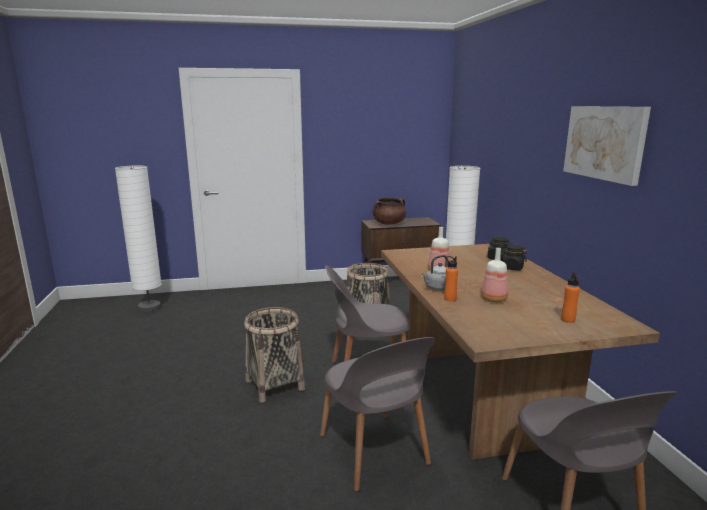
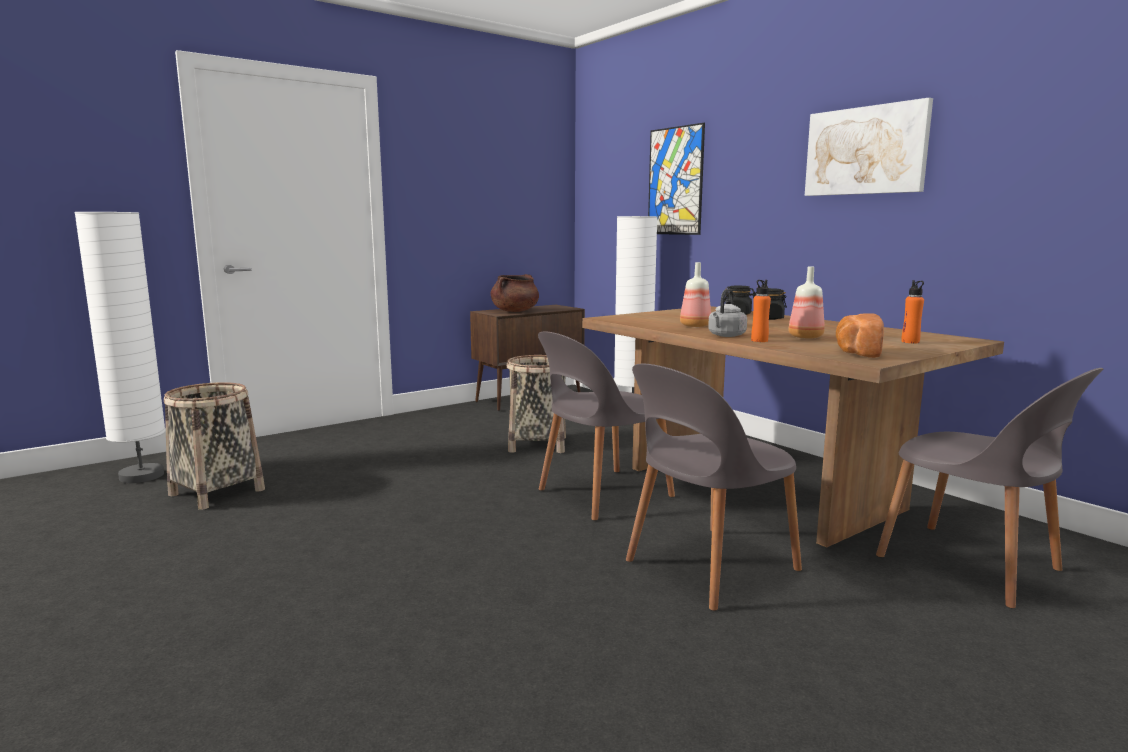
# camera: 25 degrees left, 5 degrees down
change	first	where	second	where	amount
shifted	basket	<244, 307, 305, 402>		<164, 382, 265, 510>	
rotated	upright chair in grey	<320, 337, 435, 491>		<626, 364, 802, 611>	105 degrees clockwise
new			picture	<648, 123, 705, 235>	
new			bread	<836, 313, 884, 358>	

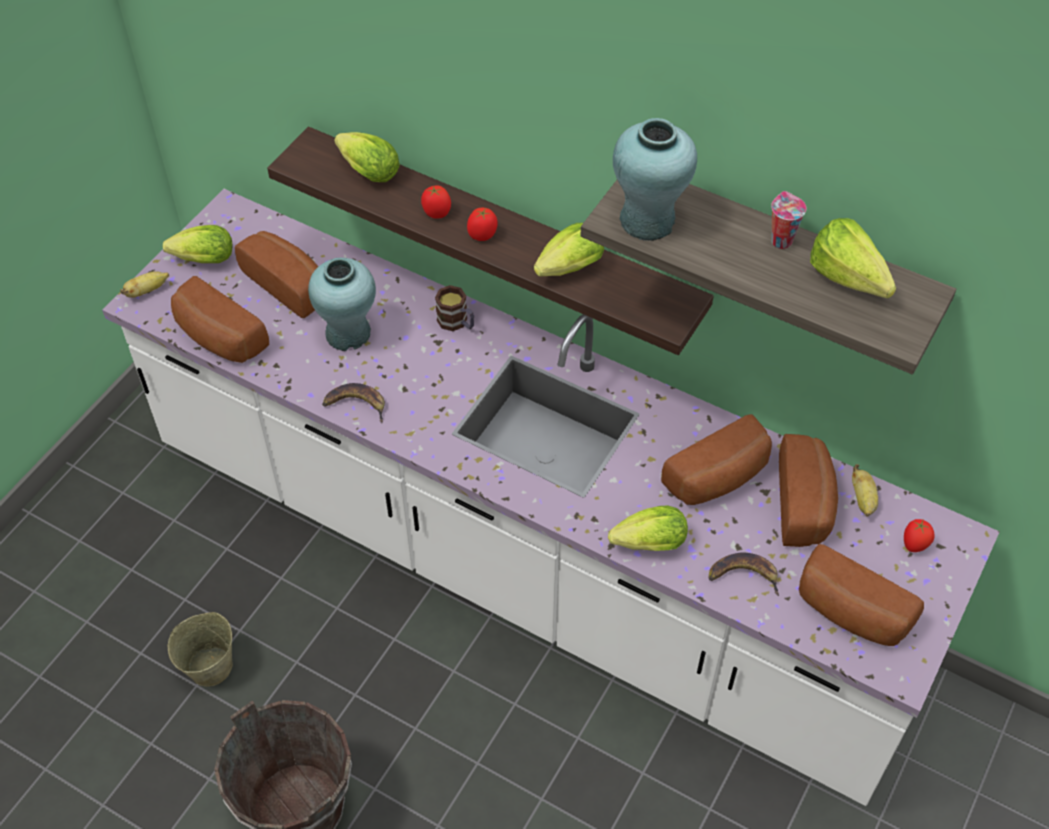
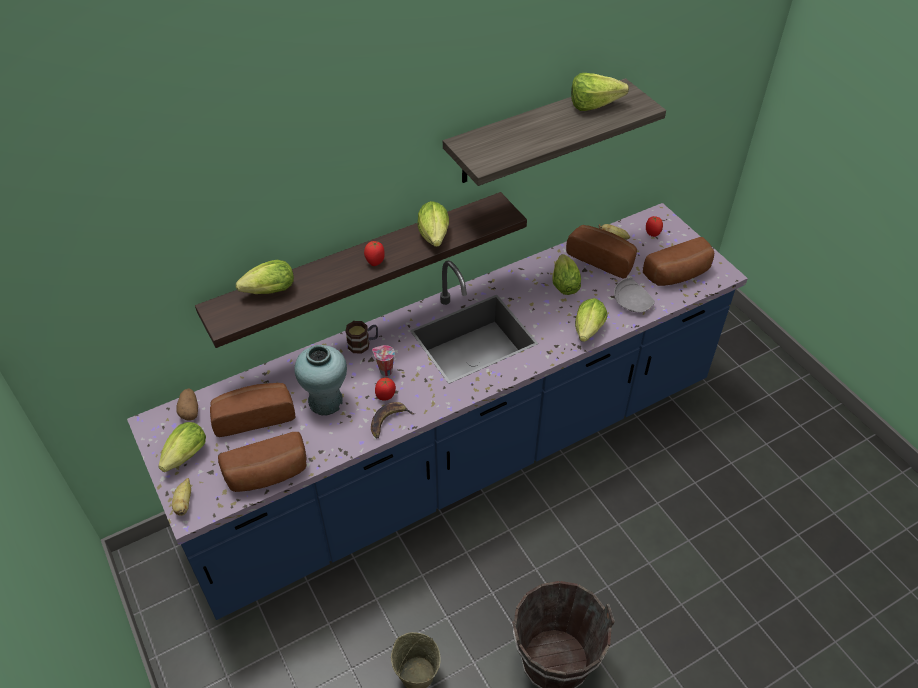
# camera: 60 degrees left, 5 degrees down
change	first	where	second	where	amount
repainted	kitchen base unit in white-coloured	<102, 189, 1000, 806>	kitchen base unit in bluish	<127, 203, 748, 620>	
new			potato	<176, 388, 198, 421>	
shifted	drinking cup	<771, 191, 807, 249>		<372, 345, 395, 376>	
shifted	fresh tomato	<421, 185, 451, 219>		<375, 378, 396, 401>	
swapped	bread	<661, 414, 772, 505>	lettuce	<552, 254, 581, 295>	
swapped	whole banana	<708, 552, 779, 596>	dinner plate in grey	<614, 277, 655, 313>	
gone	vase in blue-green	<613, 118, 697, 241>			

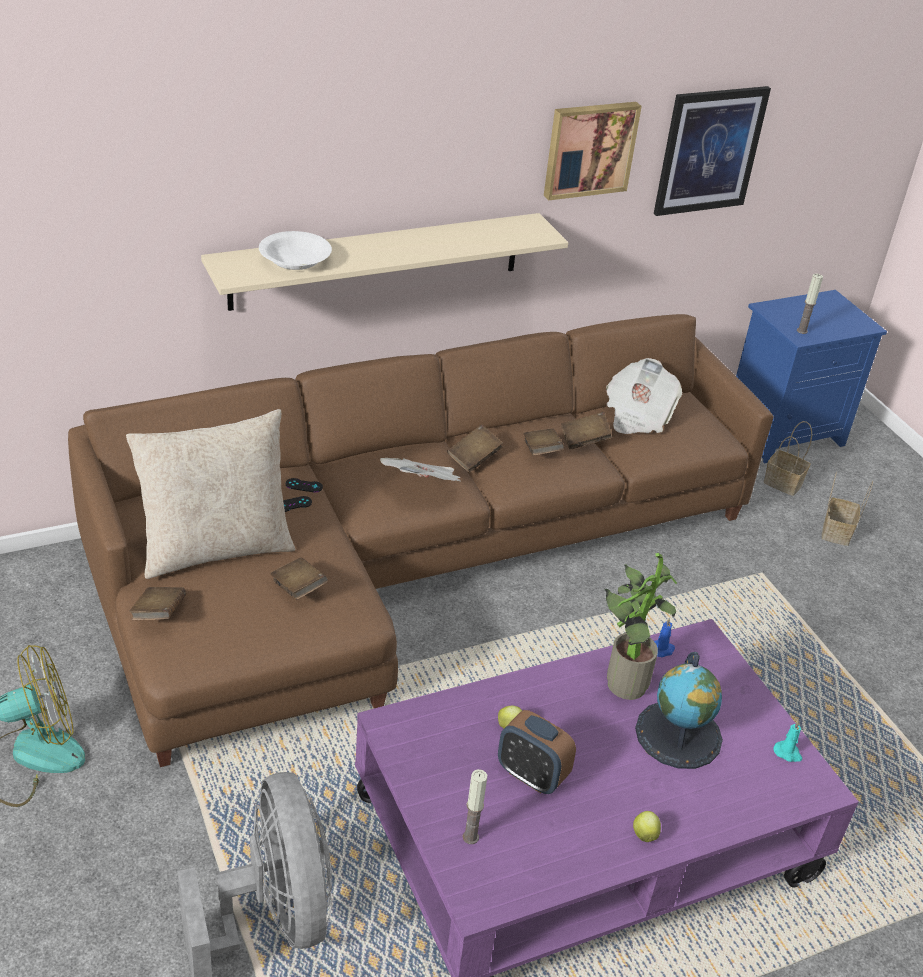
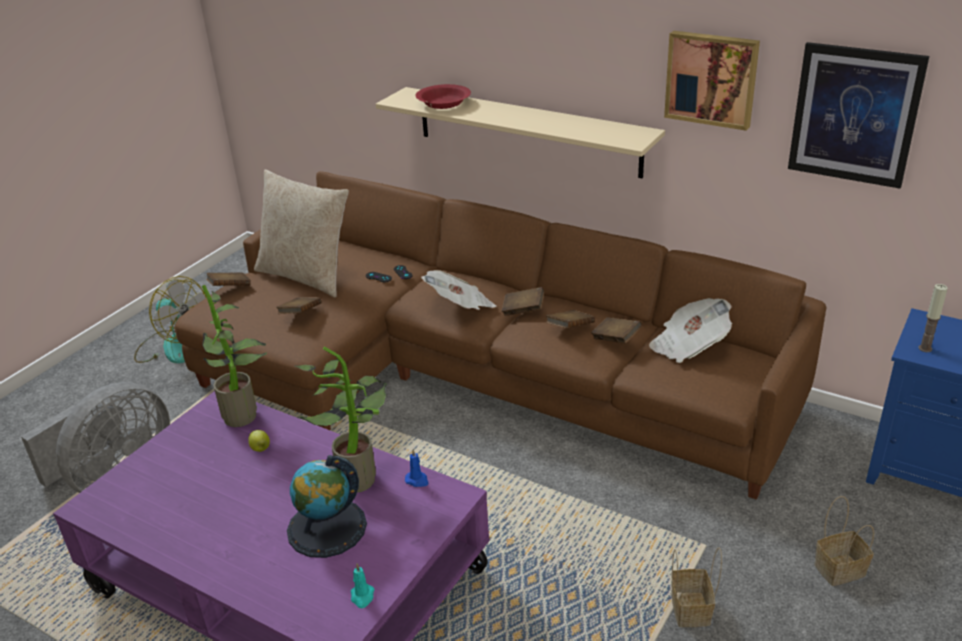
# camera: 60 degrees right, 5 degrees down
change	first	where	second	where	amount
new			plant in a pot	<202, 285, 267, 427>	
repainted	deep dish in white-coloured	<259, 231, 332, 270>	deep dish in red	<415, 84, 471, 109>	
shifted	basket	<764, 421, 812, 496>		<671, 547, 722, 627>	
gone	candle	<462, 769, 487, 844>			
gone	bedside clock	<498, 710, 576, 794>			
gone	apple	<633, 811, 661, 842>			

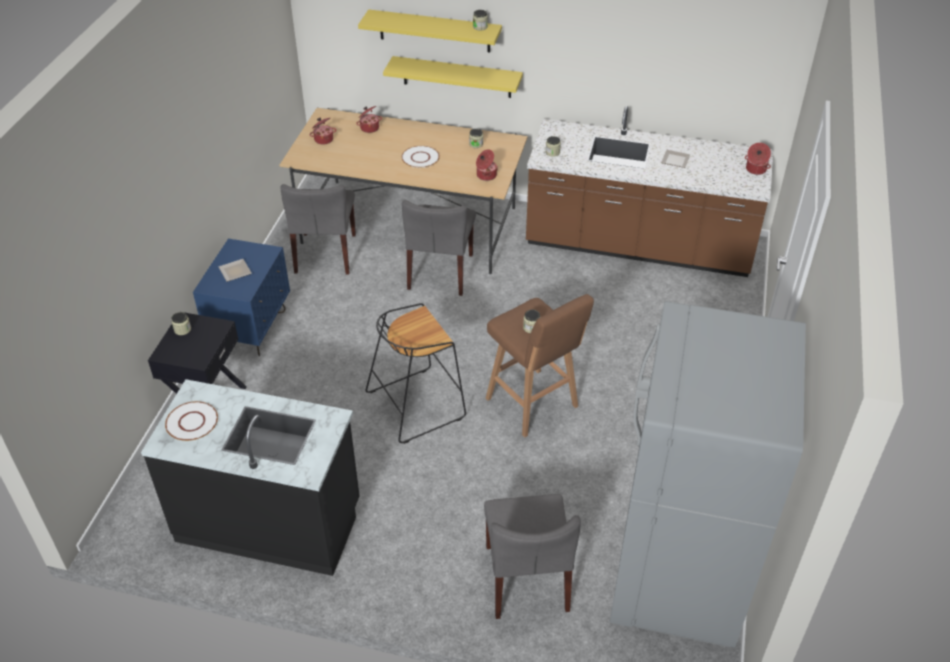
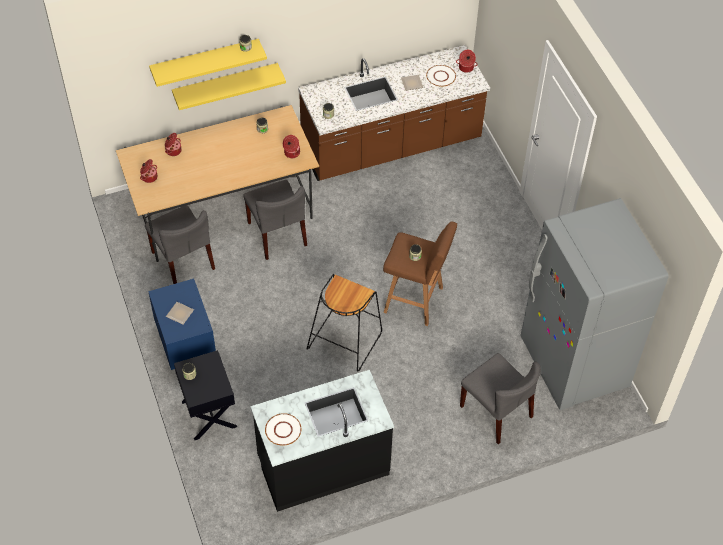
# camera: 35 degrees left, 10 degrees up
change	first	where	second	where	amount
shifted	dinner plate in white-coloured	<401, 146, 440, 168>		<426, 65, 456, 86>	

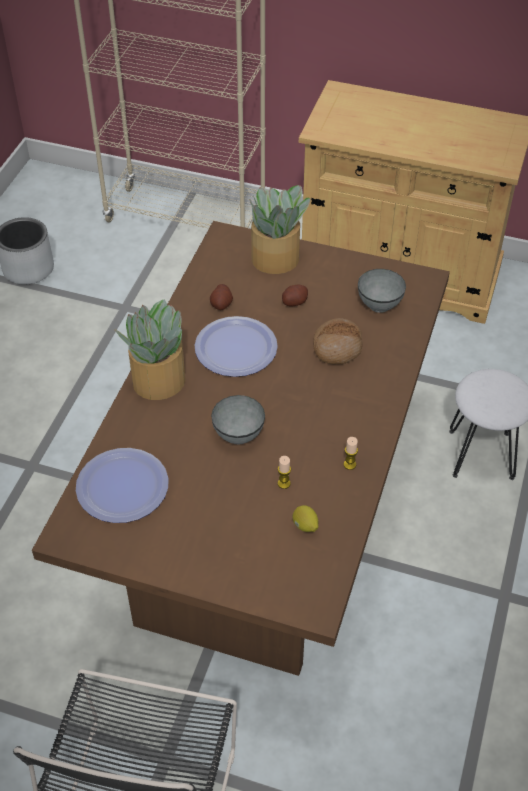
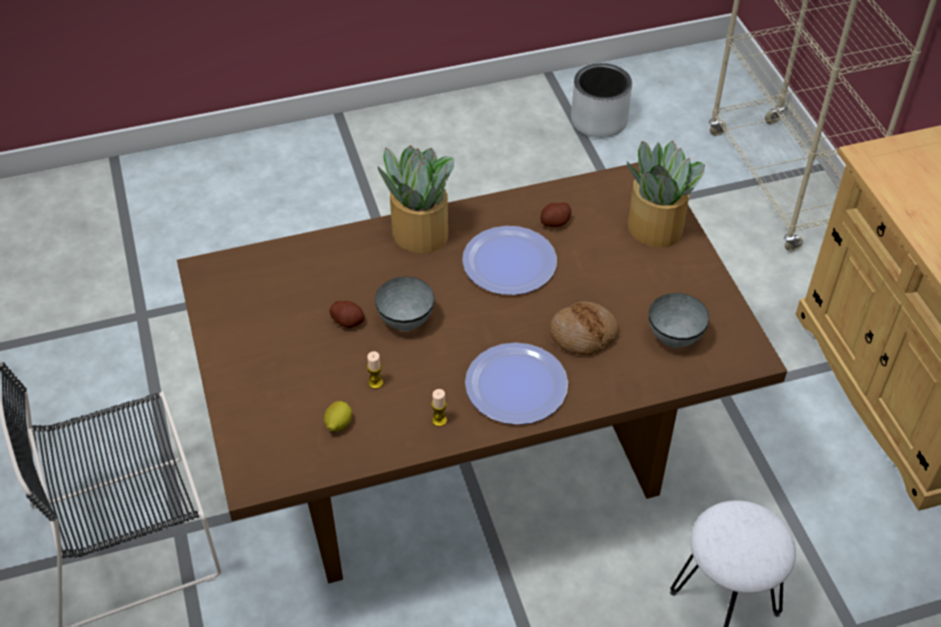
# camera: 55 degrees right, 0 degrees up
change	first	where	second	where	amount
shifted	potato	<282, 285, 308, 306>		<329, 301, 365, 328>	
shifted	dinner plate	<76, 448, 168, 523>		<465, 343, 568, 425>	

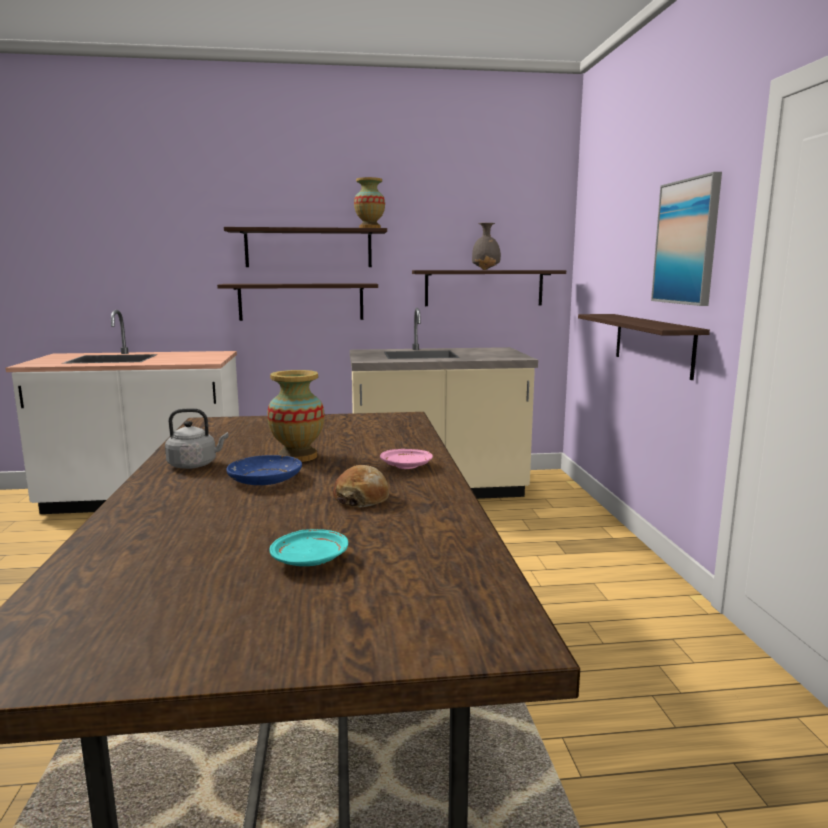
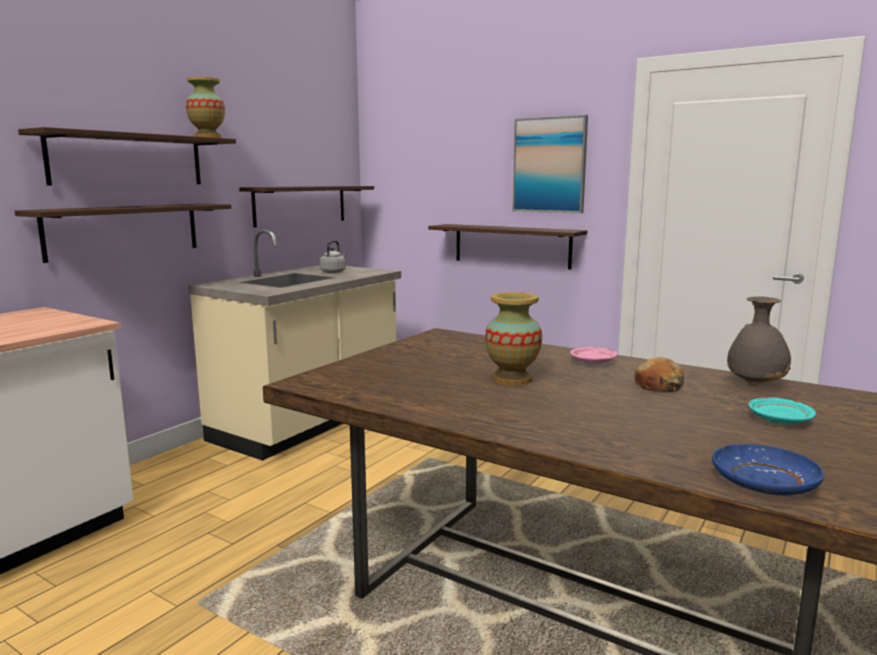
# camera: 50 degrees left, 0 degrees up
change	first	where	second	where	amount
shifted	tea kettle in grey	<165, 408, 228, 469>		<320, 240, 346, 273>	
shifted	dinner plate in bluish	<226, 455, 302, 485>		<712, 444, 824, 495>	
shifted	vase in grey	<472, 223, 501, 270>		<727, 296, 791, 386>	

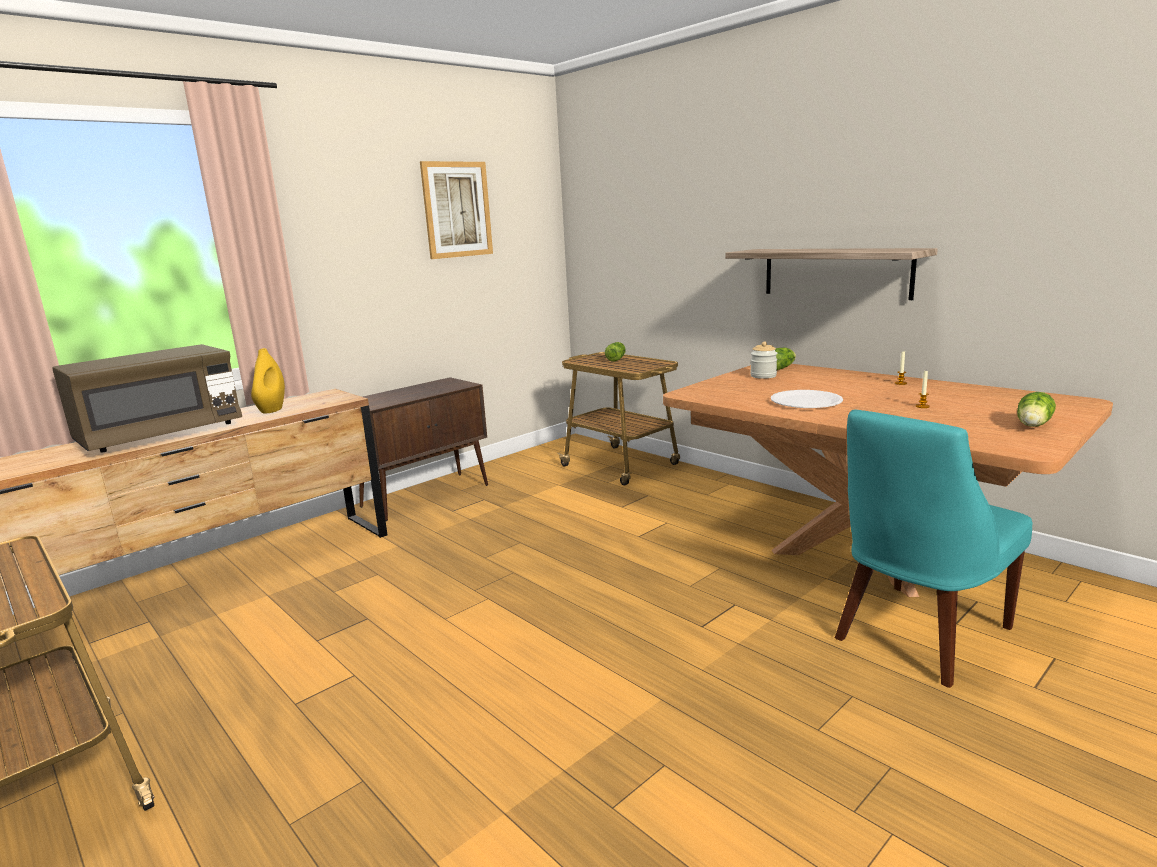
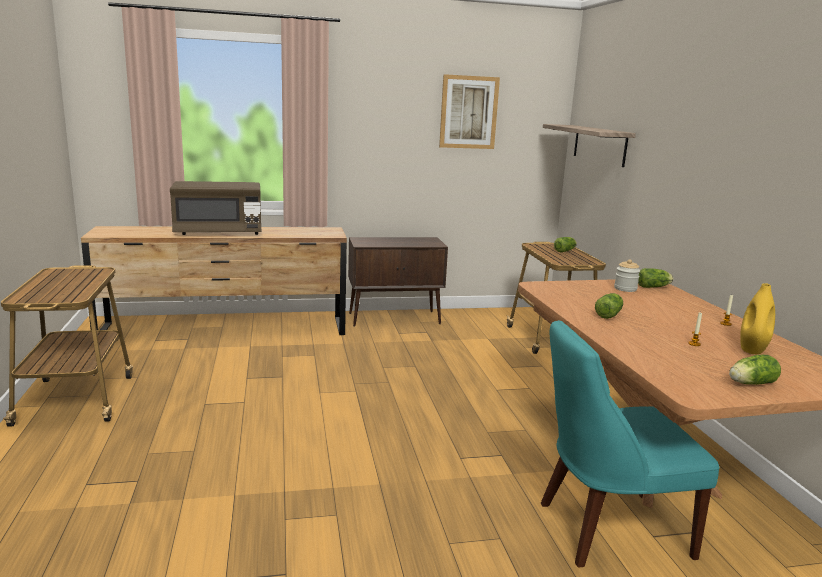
# camera: 30 degrees right, 0 degrees up
change	first	where	second	where	amount
shifted	bracket shelf	<725, 248, 938, 300>		<543, 124, 636, 167>	
swapped	dinner plate in white-coloured	<771, 390, 843, 408>	lettuce	<595, 293, 623, 319>	
shifted	vase in yellowish	<251, 348, 285, 414>		<740, 283, 775, 354>	

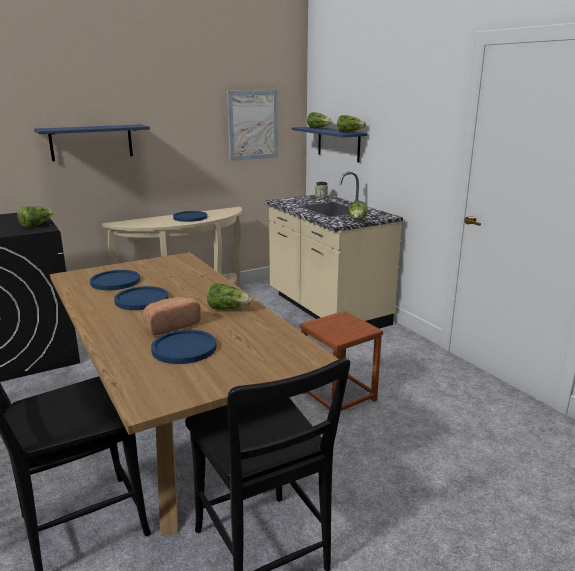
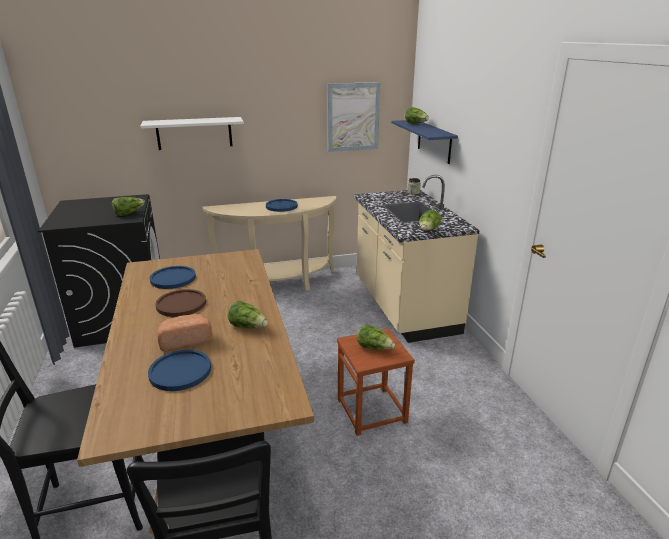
# camera: 15 degrees right, 5 degrees up
change	first	where	second	where	amount
repainted	bracket shelf in bluish	<34, 124, 150, 161>	bracket shelf in white-coloured	<141, 117, 244, 150>	
repainted	dinner plate in bluish	<114, 286, 169, 310>	dinner plate in brownish	<155, 289, 206, 317>	
shifted	lettuce	<337, 115, 367, 132>		<357, 324, 395, 350>	

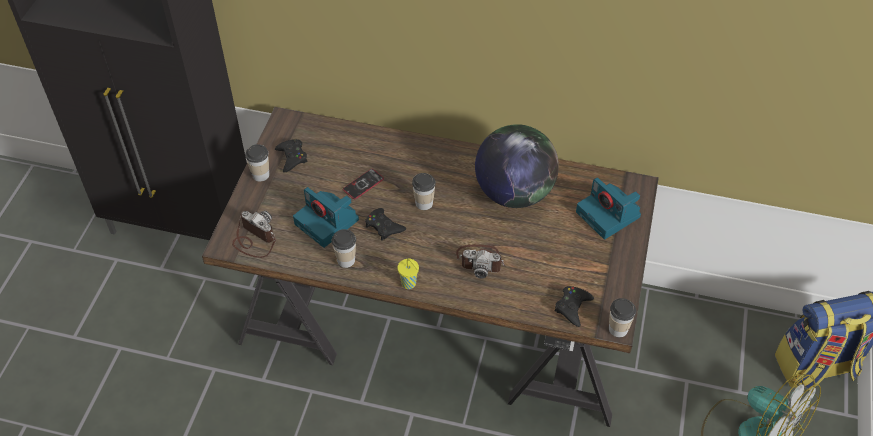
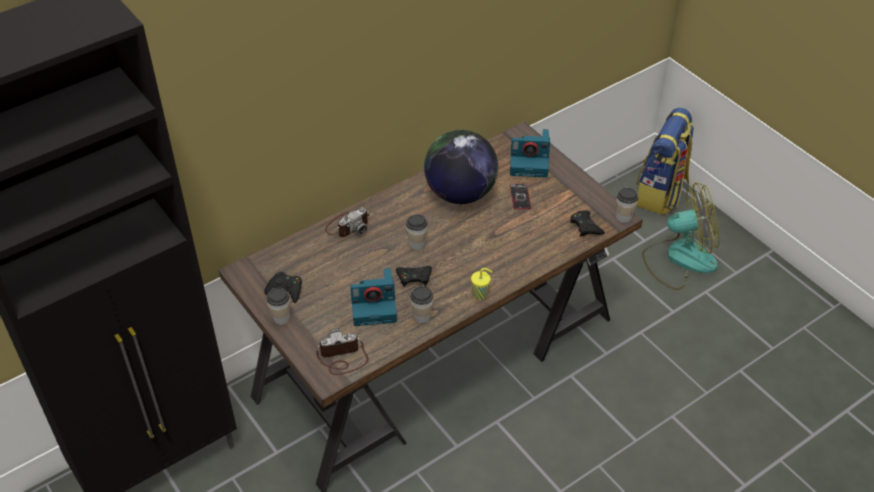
# camera: 50 degrees left, 5 degrees down
change	first	where	second	where	amount
shifted	photo camera	<456, 244, 505, 278>		<325, 208, 369, 237>	
shifted	phone	<343, 169, 384, 199>		<510, 183, 531, 210>	

